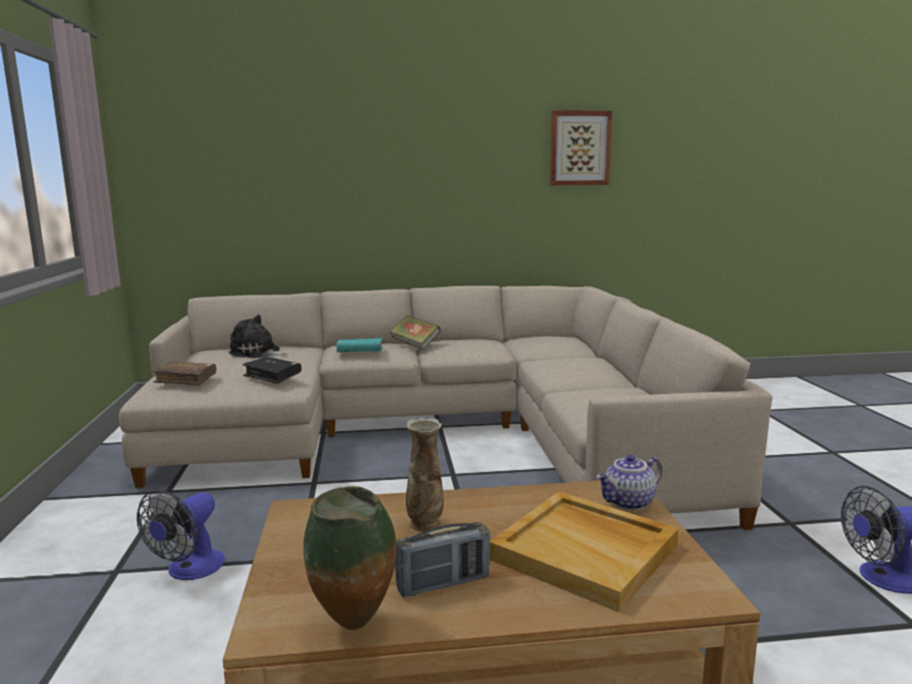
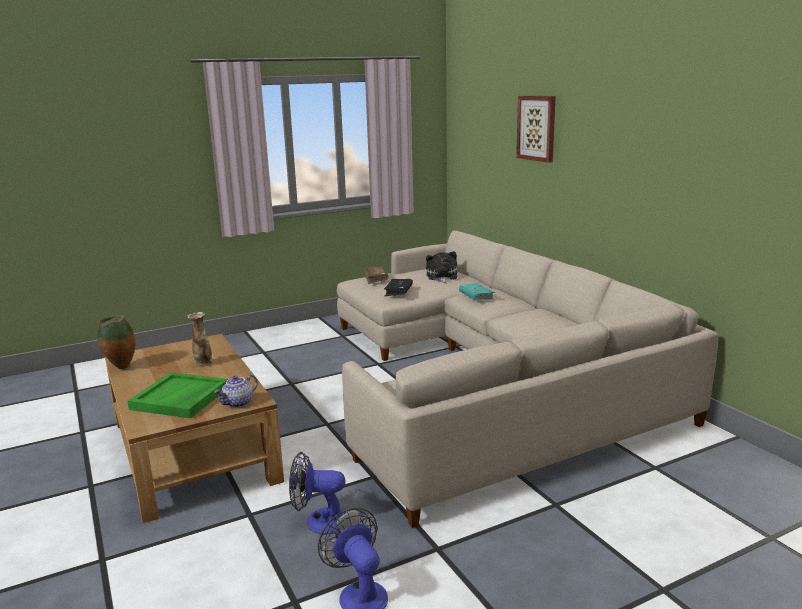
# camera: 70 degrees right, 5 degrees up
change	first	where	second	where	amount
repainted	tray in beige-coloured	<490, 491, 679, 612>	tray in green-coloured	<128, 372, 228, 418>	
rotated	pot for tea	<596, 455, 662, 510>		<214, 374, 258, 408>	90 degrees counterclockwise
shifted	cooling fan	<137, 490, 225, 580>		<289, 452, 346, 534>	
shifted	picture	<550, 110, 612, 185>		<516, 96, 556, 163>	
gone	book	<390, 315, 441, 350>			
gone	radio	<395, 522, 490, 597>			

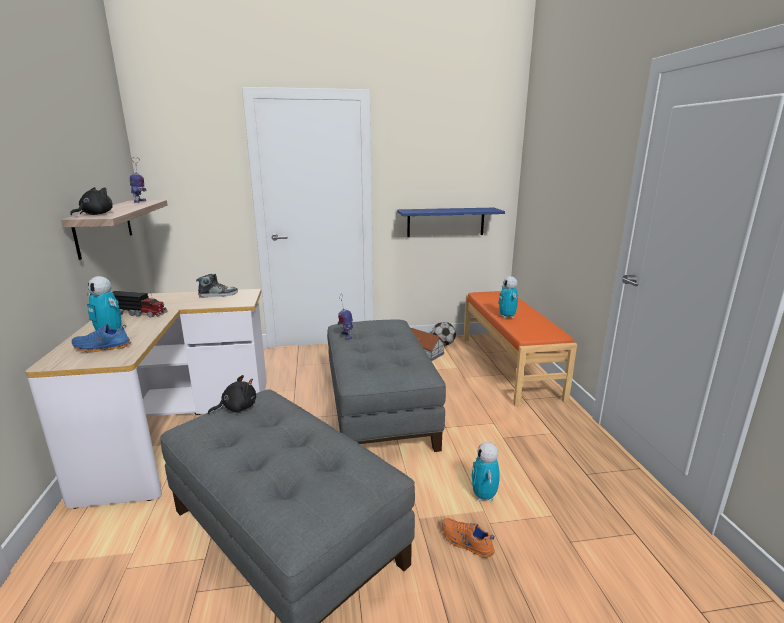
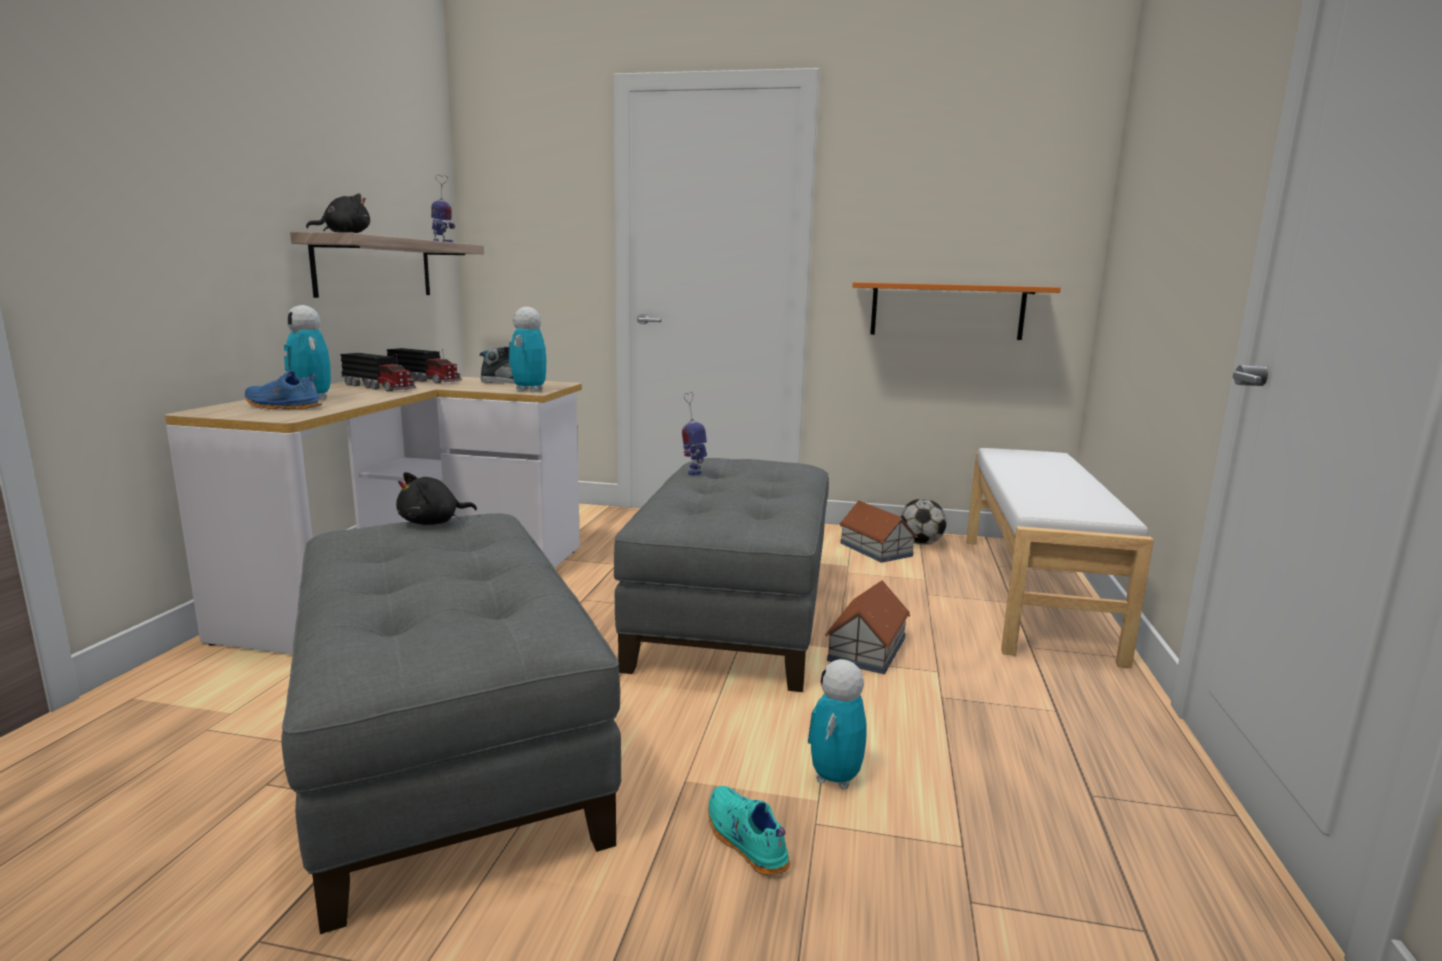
# camera: 20 degrees right, 5 degrees down
change	first	where	second	where	amount
new			toy truck	<387, 348, 462, 383>	
rotated	plush toy in blackish	<208, 375, 256, 414>		<396, 472, 477, 525>	150 degrees clockwise
shifted	robot figure	<498, 276, 518, 319>		<509, 307, 546, 392>	
repainted	item of footwear in orangey	<442, 518, 495, 558>	item of footwear in blue-green	<708, 786, 790, 875>	
new			toy house	<825, 580, 910, 674>	
repainted	bracket shelf in bluish	<397, 208, 505, 237>	bracket shelf in orangey	<852, 282, 1061, 340>	
repainted	indoor bench in orangey	<463, 291, 577, 406>	indoor bench in white-coloured	<966, 448, 1154, 668>	

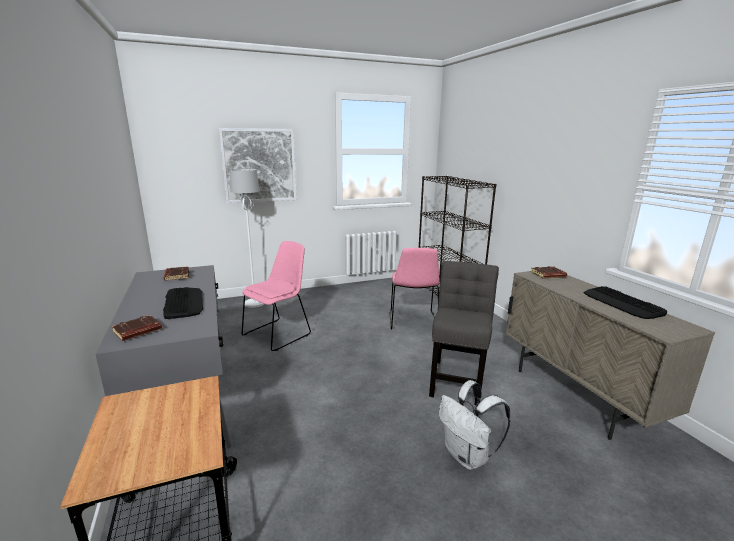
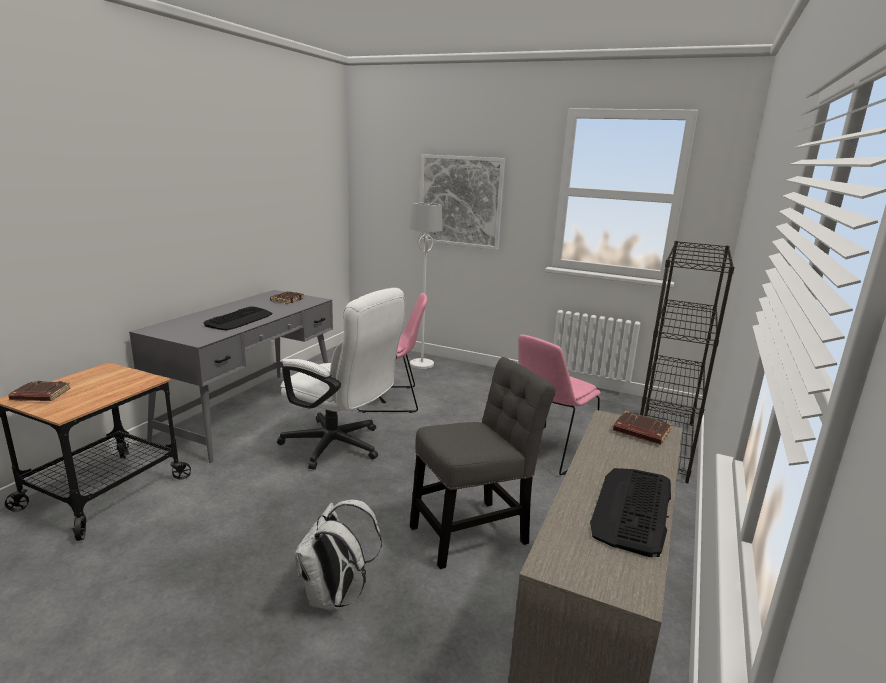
# camera: 45 degrees right, 0 degrees up
change	first	where	second	where	amount
shifted	book in brownish	<111, 315, 162, 341>		<8, 381, 71, 401>	
new			computer chair in white-coloured	<277, 288, 405, 470>	

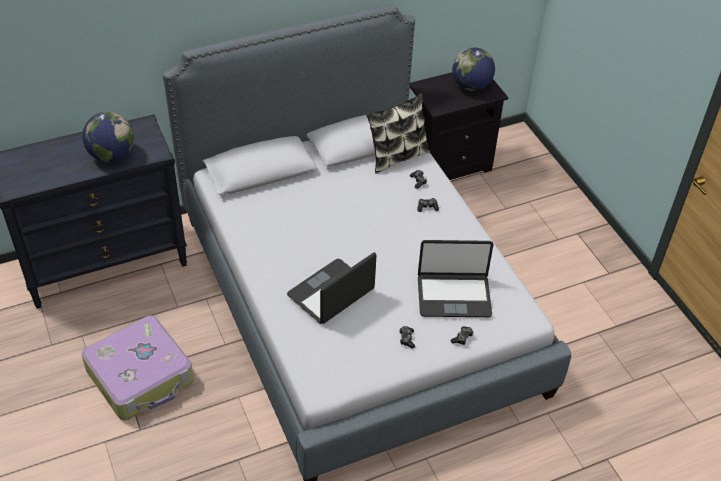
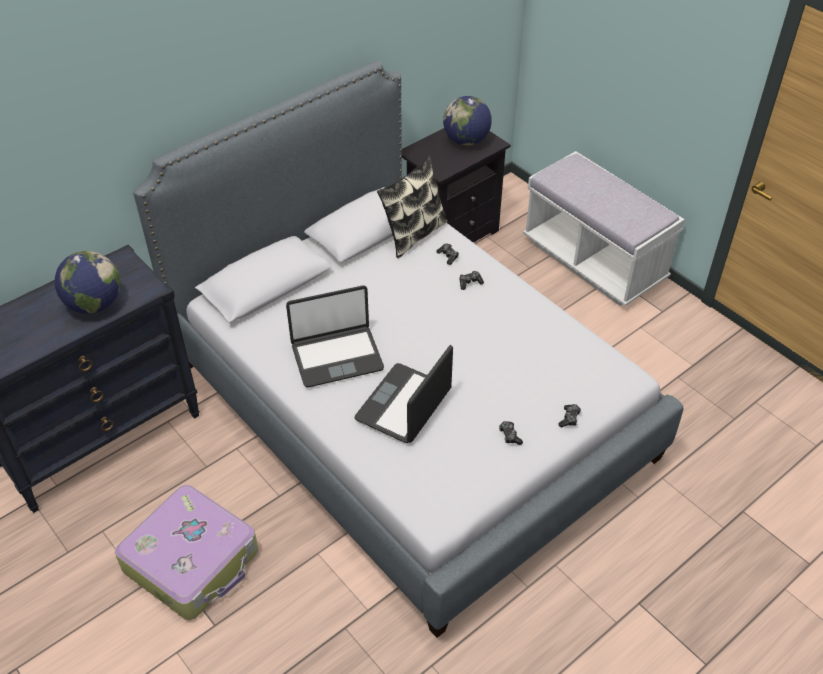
# camera: 15 degrees left, 0 degrees up
change	first	where	second	where	amount
shifted	laptop	<418, 240, 494, 317>		<286, 285, 384, 387>	
new			indoor bench in white-coloured	<523, 151, 685, 306>	

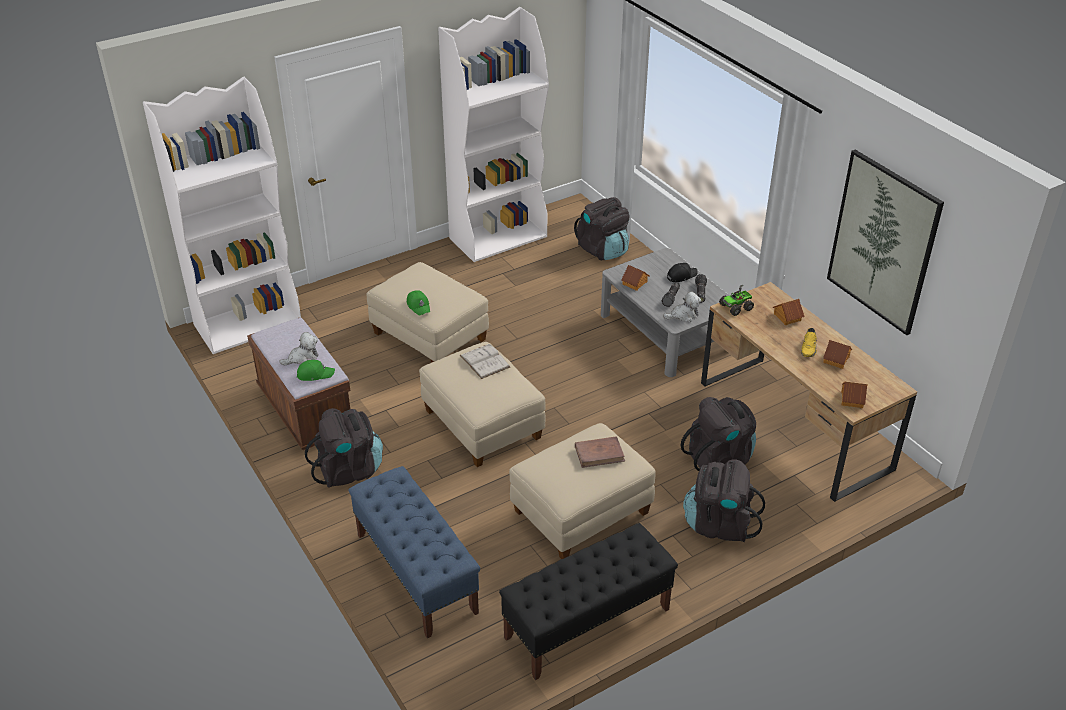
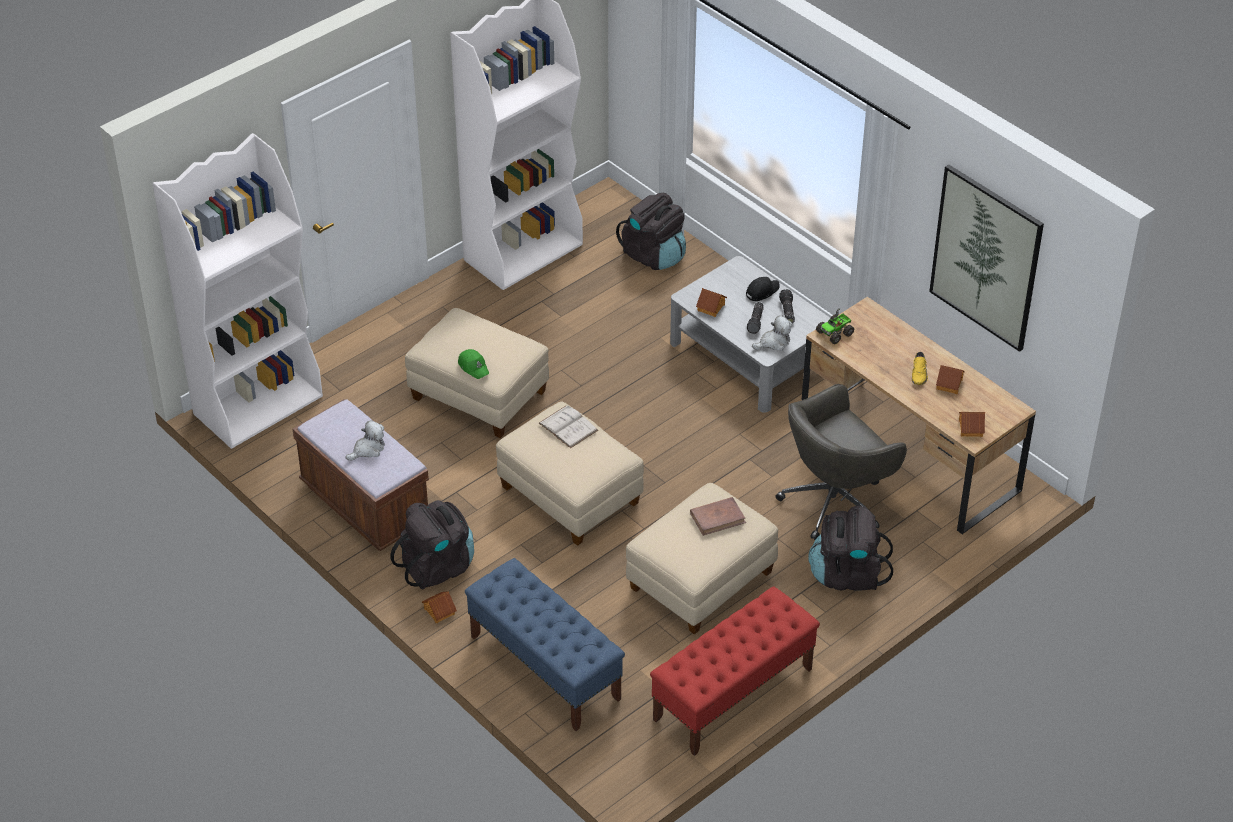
# camera: 10 degrees left, 5 degrees up
change	first	where	second	where	amount
shifted	toy house	<773, 299, 805, 325>		<422, 591, 457, 623>	
repainted	indoor bench in blackish	<499, 523, 678, 680>	indoor bench in red	<650, 586, 820, 756>	
swapped	knapsack in blackish	<681, 397, 756, 471>	computer chair in grey	<776, 384, 907, 540>	
gone	baseball cap in green-coloured	<297, 360, 335, 381>			

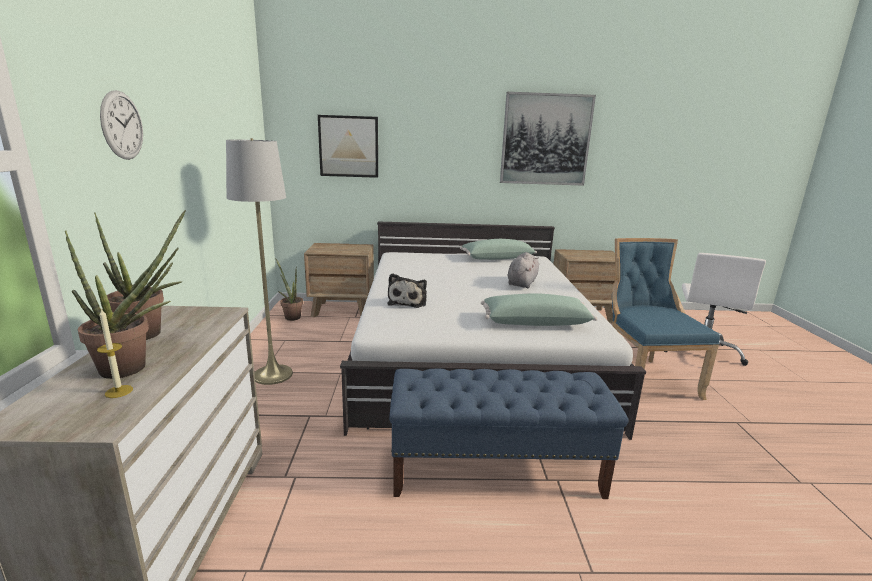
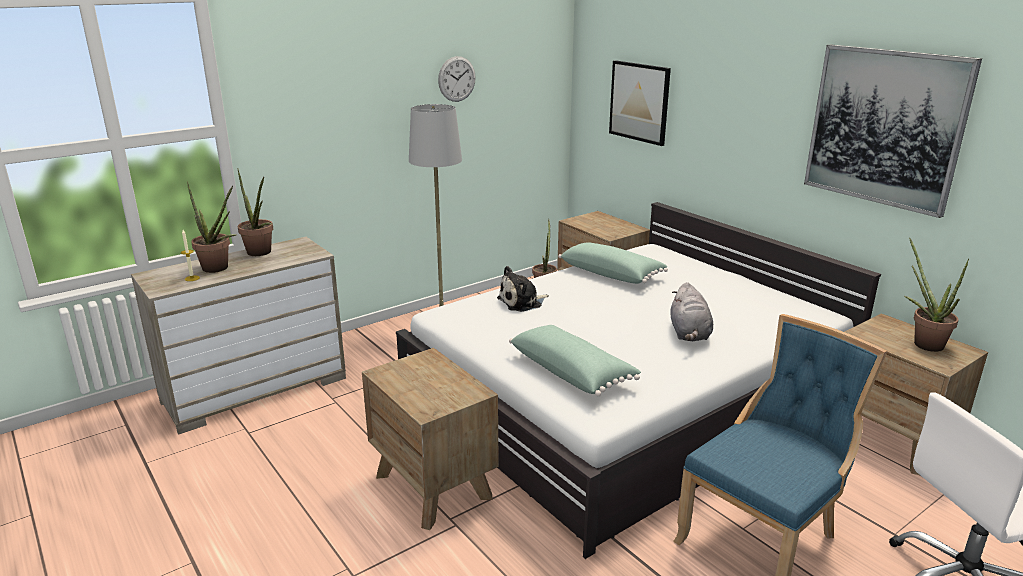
# camera: 55 degrees right, 5 degrees up
change	first	where	second	where	amount
swapped	indoor bench in bluish	<389, 369, 629, 499>	nightstand in brownish	<362, 348, 499, 530>	
shifted	hanging clock	<100, 90, 143, 160>		<438, 56, 476, 102>	
shifted	throw pillow in green-coloured	<460, 239, 537, 260>		<558, 242, 668, 284>	
rotated	plush toy in grey	<507, 252, 540, 288>		<670, 282, 713, 341>	105 degrees clockwise
new			plant in a pot	<904, 238, 969, 352>	

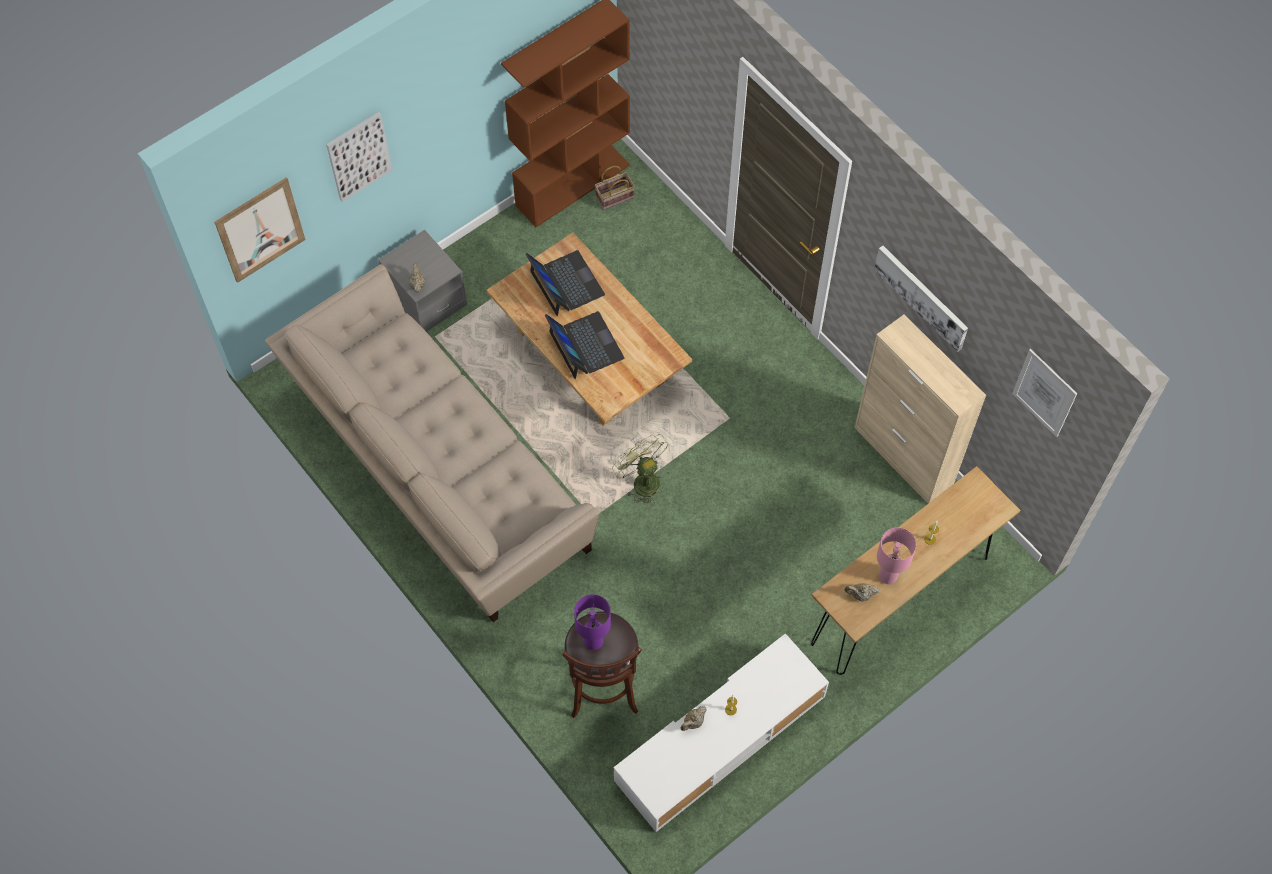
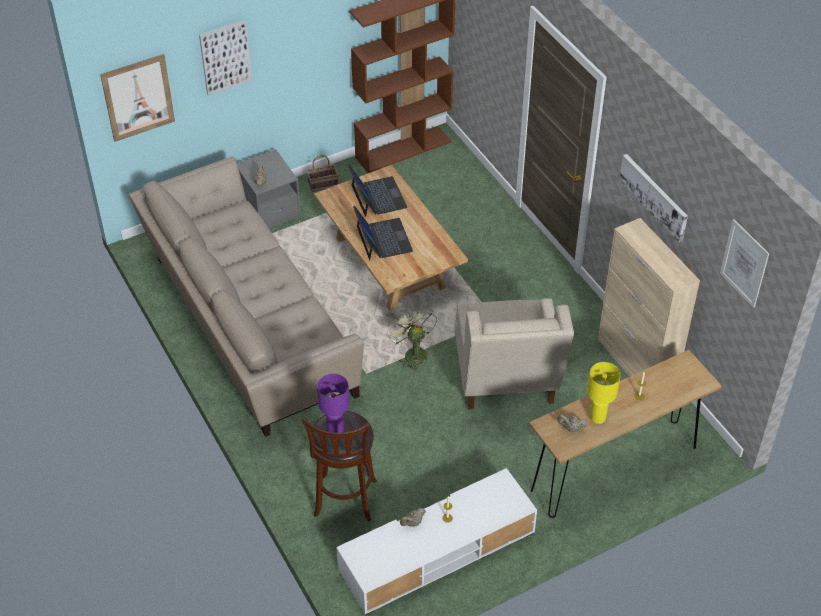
# camera: 10 degrees right, 15 degrees down
change	first	where	second	where	amount
shifted	basket	<595, 166, 635, 210>		<307, 155, 339, 192>	
new			armchair in beige-coloured	<454, 298, 574, 410>	
repainted	lamp for a table in pinkish	<877, 527, 916, 584>	lamp for a table in yellowish	<587, 362, 621, 424>	

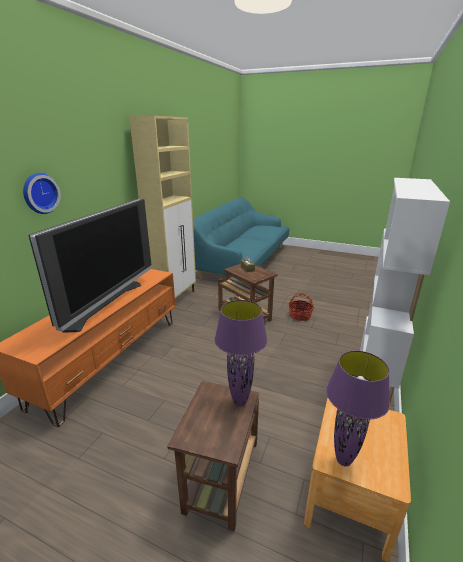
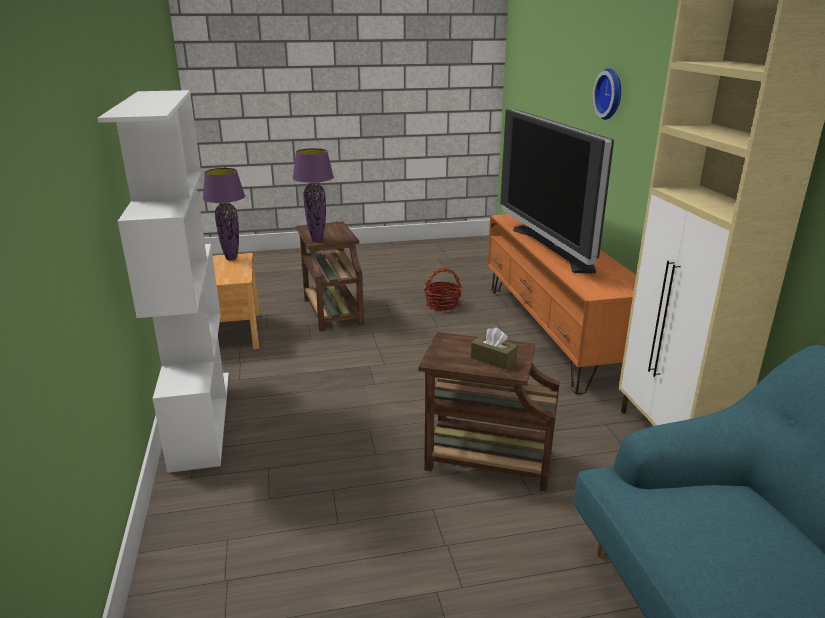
# camera: 145 degrees right, 0 degrees up
change	first	where	second	where	amount
shifted	basket	<289, 293, 314, 321>		<424, 268, 462, 311>	

